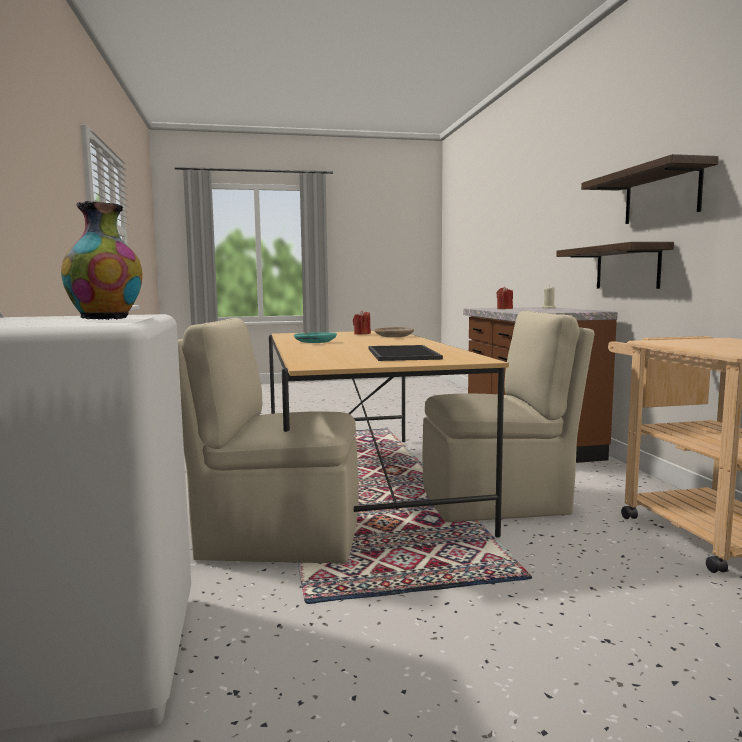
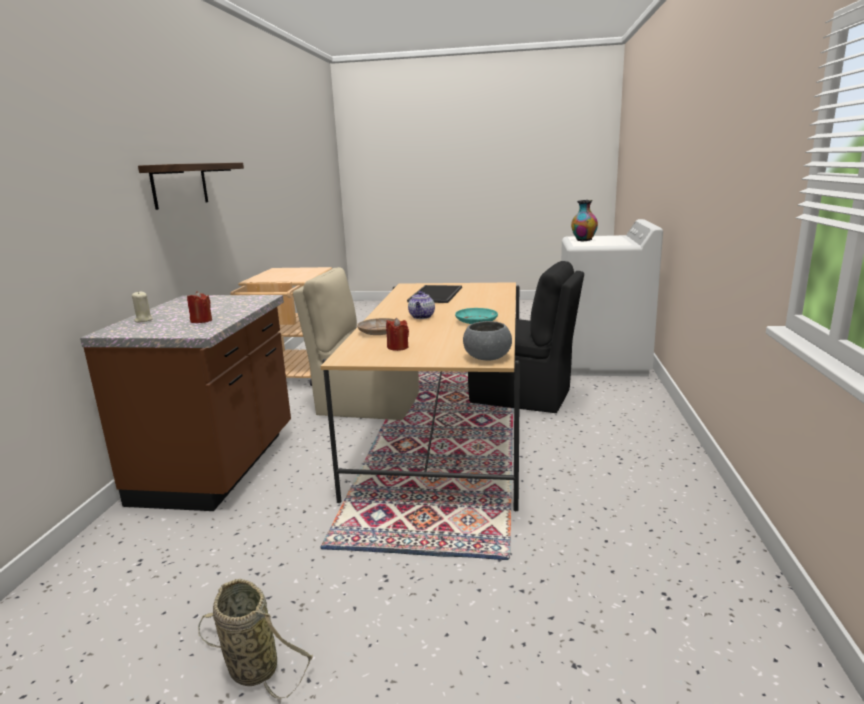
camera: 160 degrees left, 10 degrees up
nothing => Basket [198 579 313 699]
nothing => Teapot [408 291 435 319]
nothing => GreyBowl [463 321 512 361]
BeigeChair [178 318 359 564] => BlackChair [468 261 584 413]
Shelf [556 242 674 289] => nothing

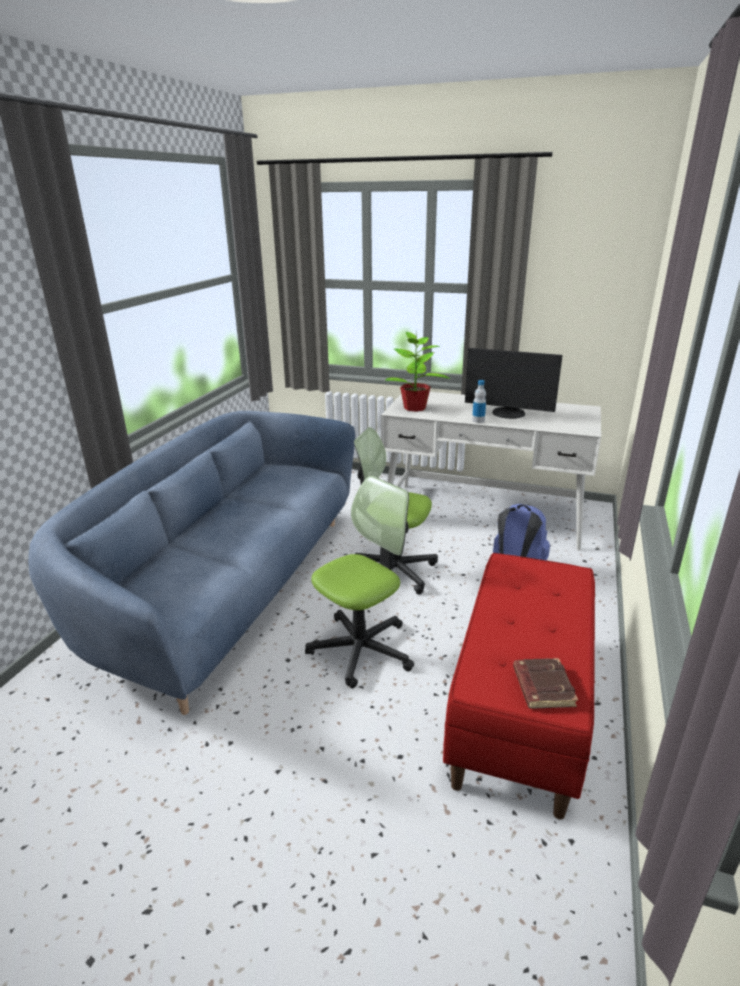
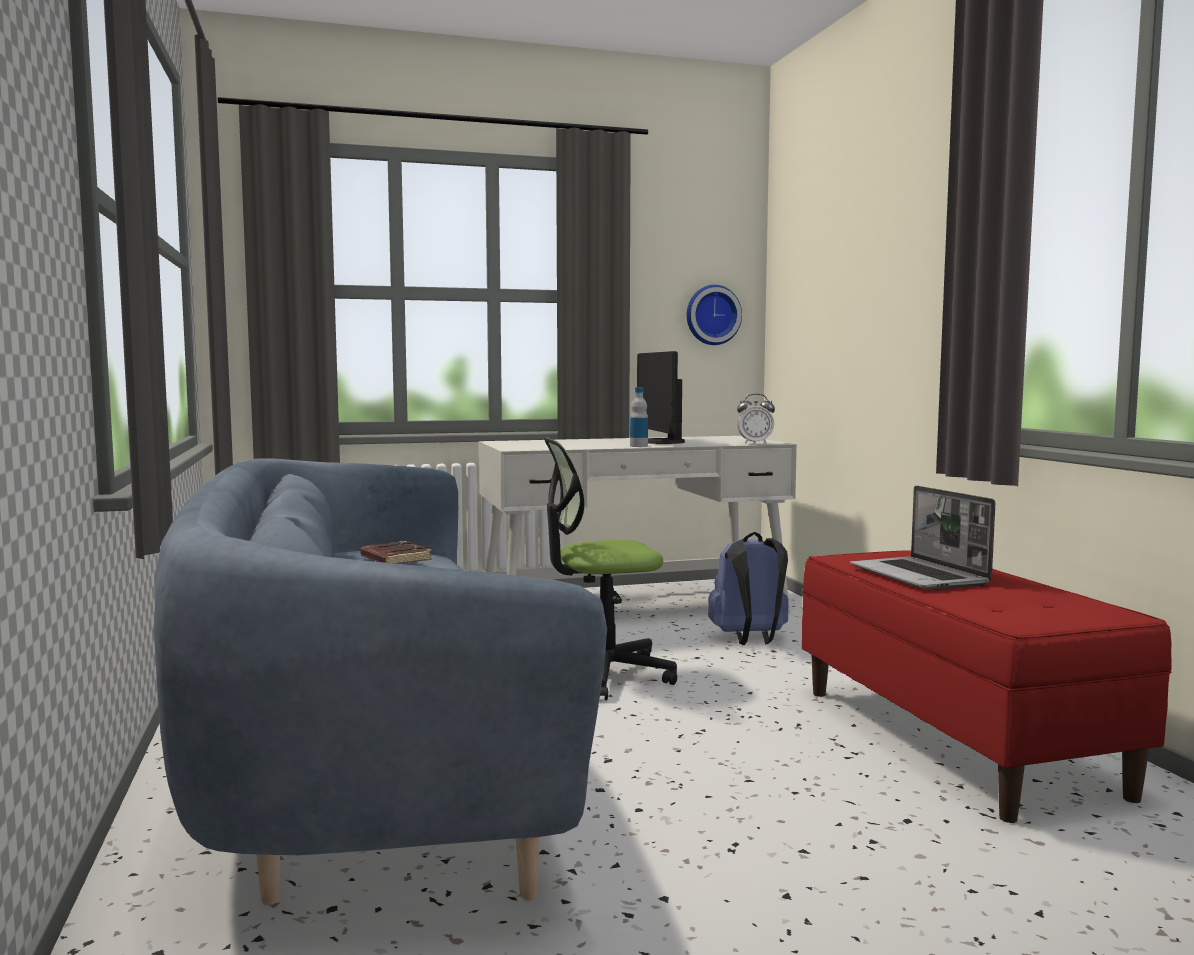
camera: 35 degrees left, 20 degrees down
BrownBook [513 658 578 709] => BrownBook [360 541 432 564], shifted
Monitor [465 348 563 419] => Monitor [637 351 685 444], 90 degrees clockwise
nothing => WallClock [687 285 742 345]
nothing => AlarmClock [737 394 775 444]
nothing => Laptop [850 486 995 590]
OfficeChair [305 476 414 689] => nothing
PottedPlant [385 331 450 412] => nothing

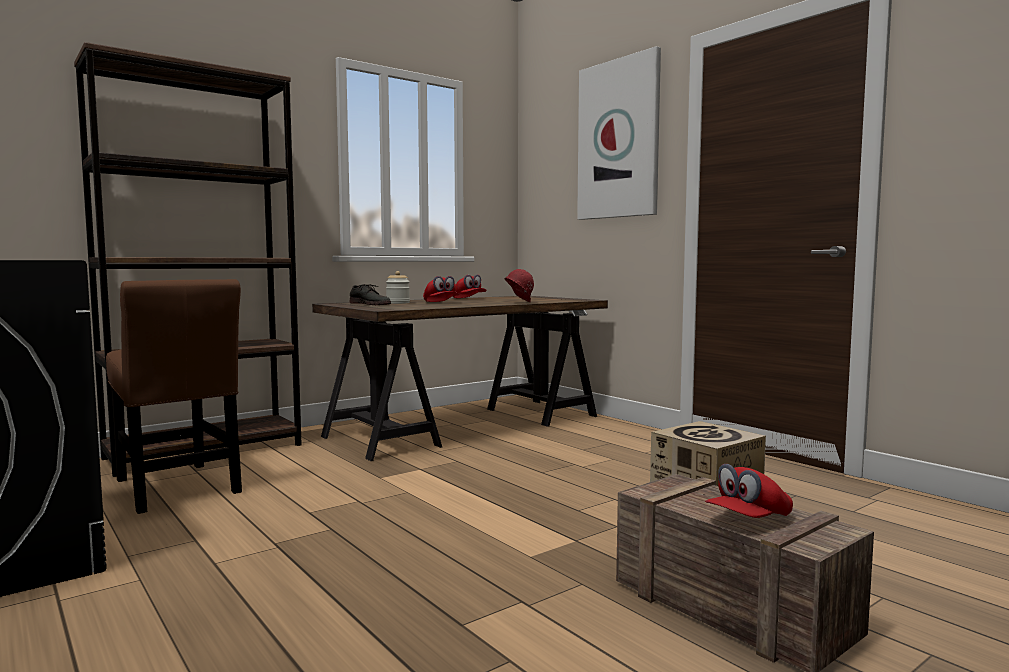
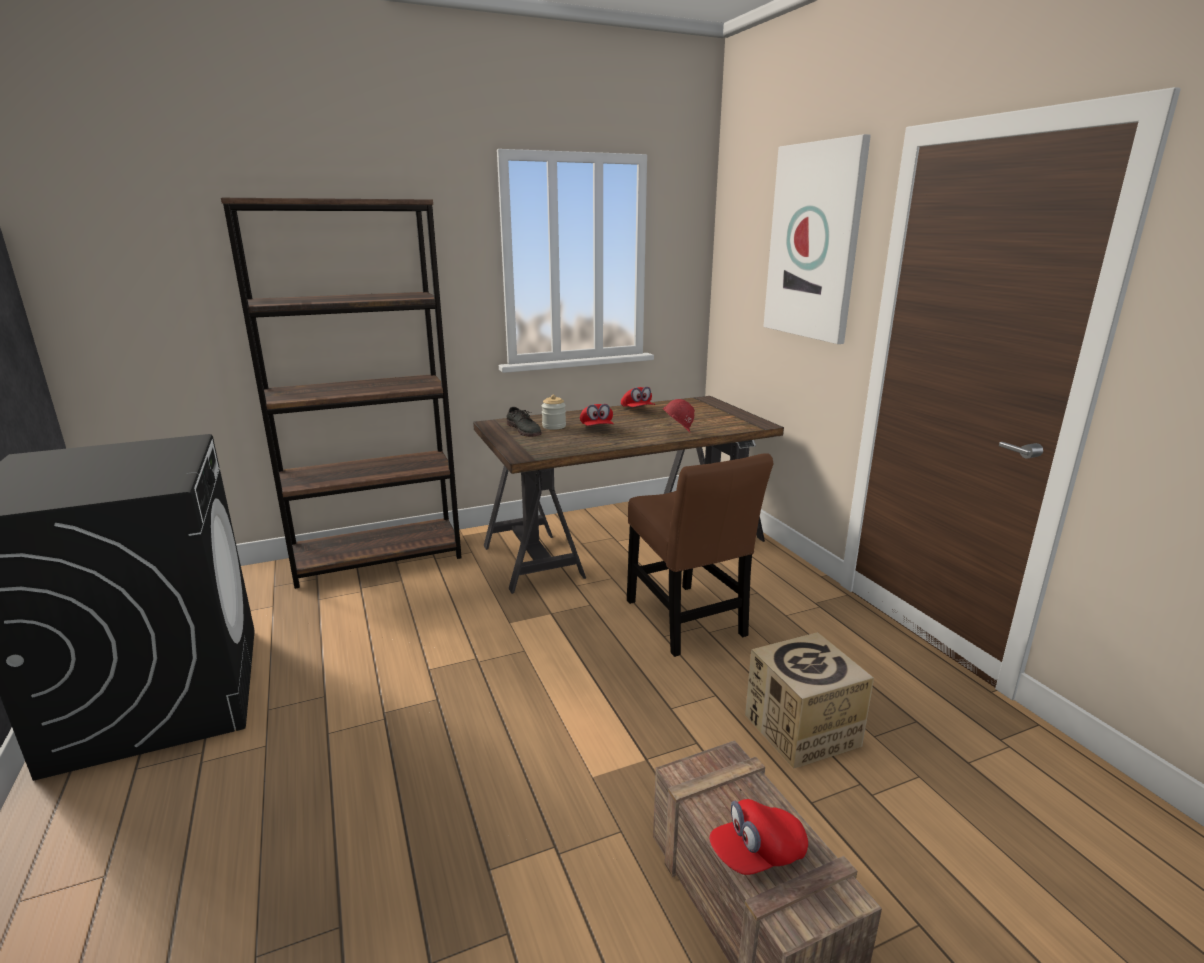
camera: 15 degrees right, 15 degrees up
BrownChair [106 279 242 514] => BrownChair [627 453 773 657], shifted

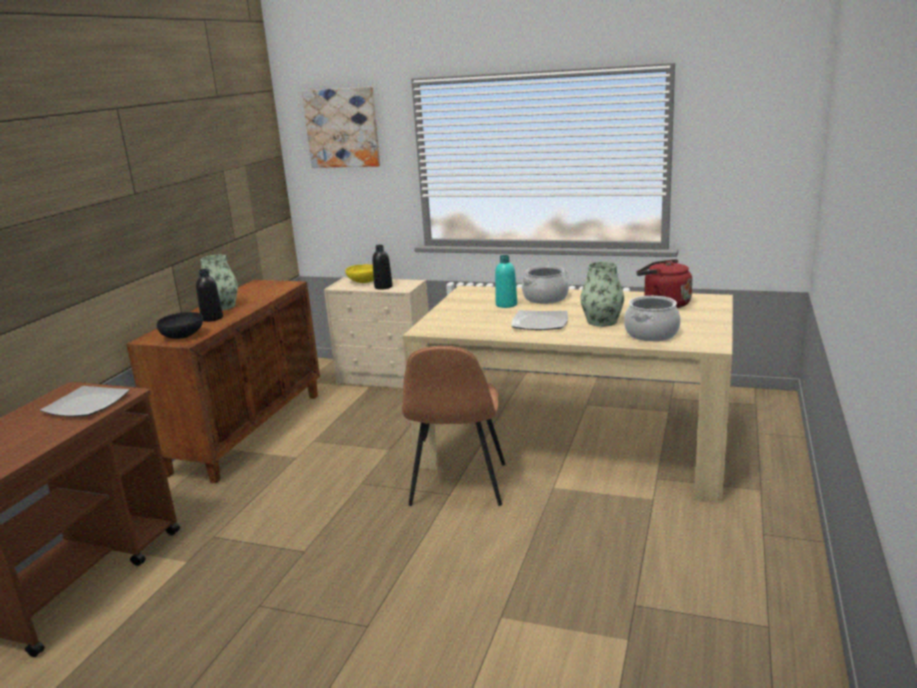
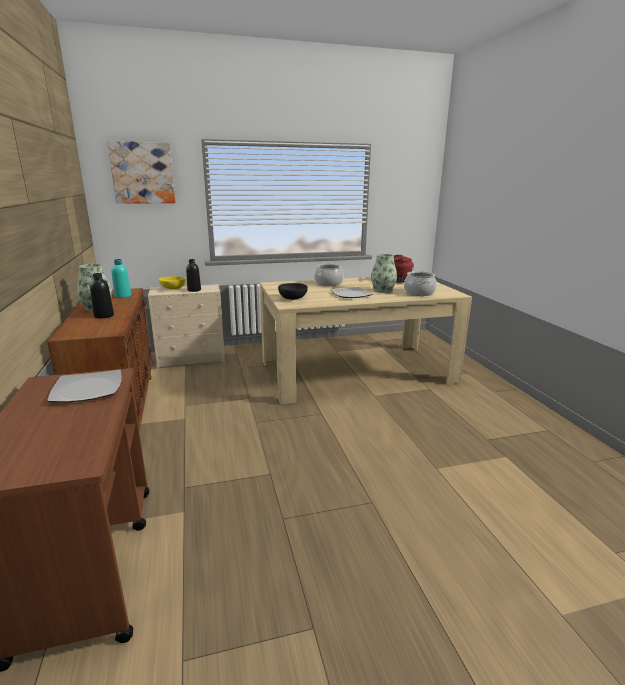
camera: 35 degrees left, 0 degrees up
TurquoiseBottle [495 255 517 308] => TurquoiseBottle [112 259 131 298], shifted
BlackBowl [157 312 203 339] => BlackBowl [278 283 308 300], shifted
BrownChair [402 346 505 506] => nothing

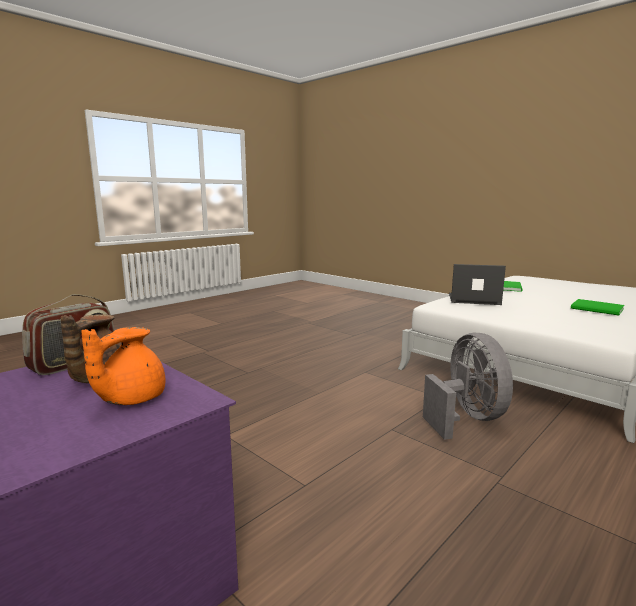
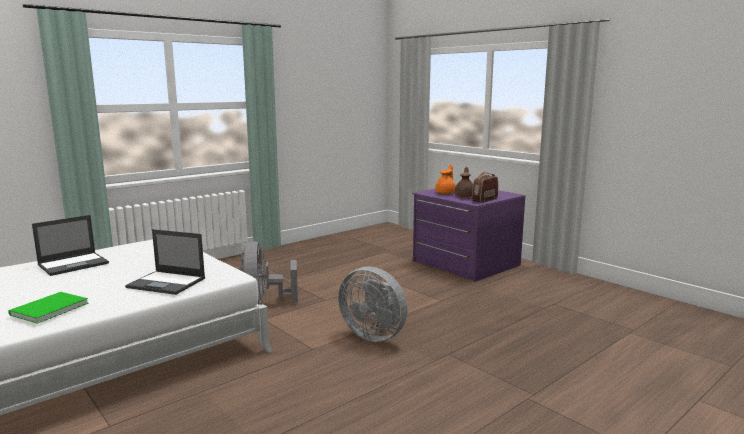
camera: 175 degrees left, 0 degrees up
GreenBook [571 299 625 315] => Laptop [32 215 109 276]
nothing => GreyFan [338 266 408 342]

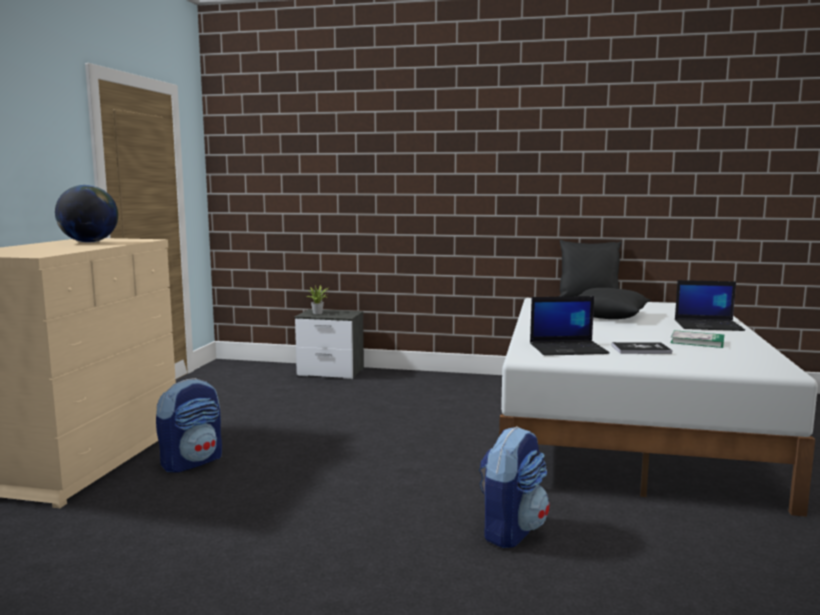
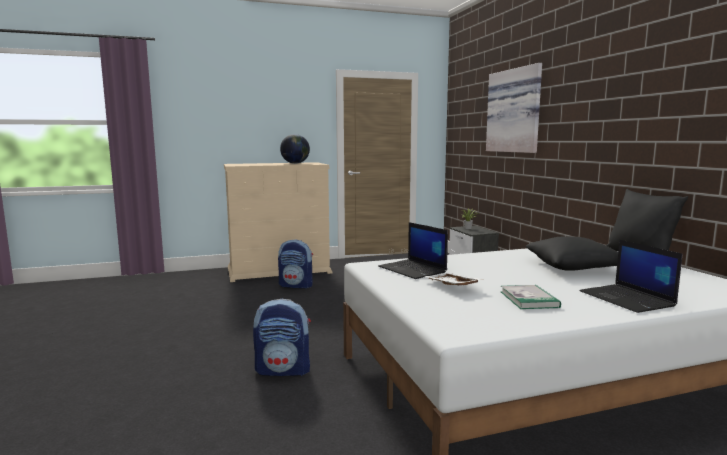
camera: 60 degrees right, 0 degrees up
Book [612 342 672 354] => WhiteTray [424 273 481 285]
nothing => Picture [486 63 542 153]

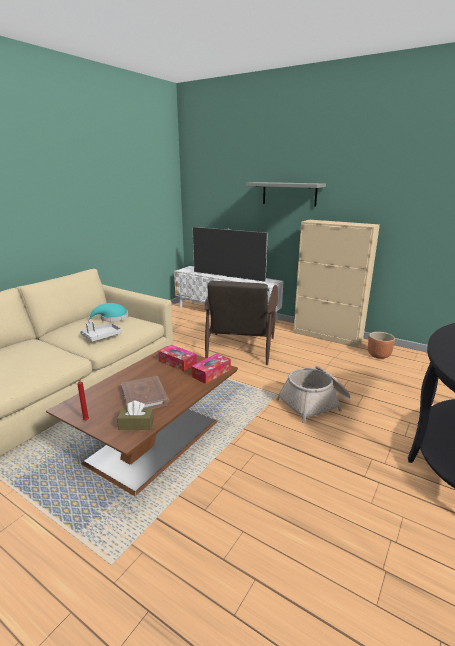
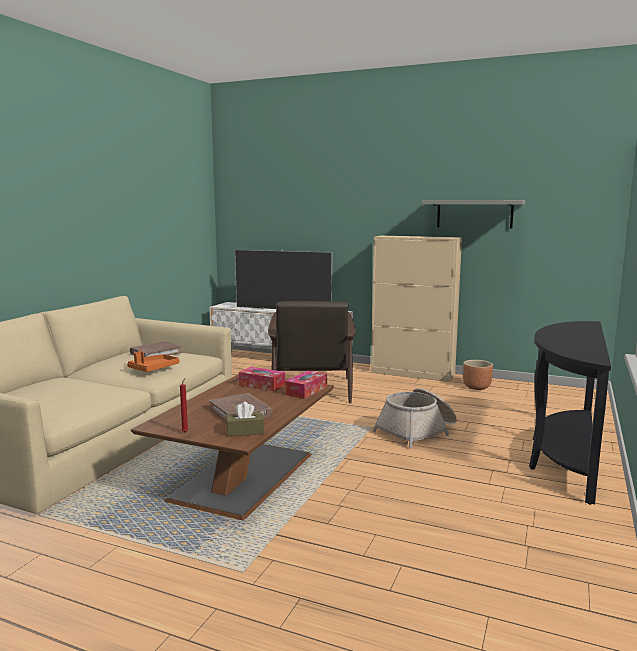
camera: 10 degrees left, 10 degrees down
GreyTray [80 321 122 342] => OrangeTray [127 351 179 372]
TurquoiseHat [88 303 128 322] => BrownBook [130 341 182 357]
GreyShelf [246 182 326 207] => GreyShelf [422 200 525 229], shifted

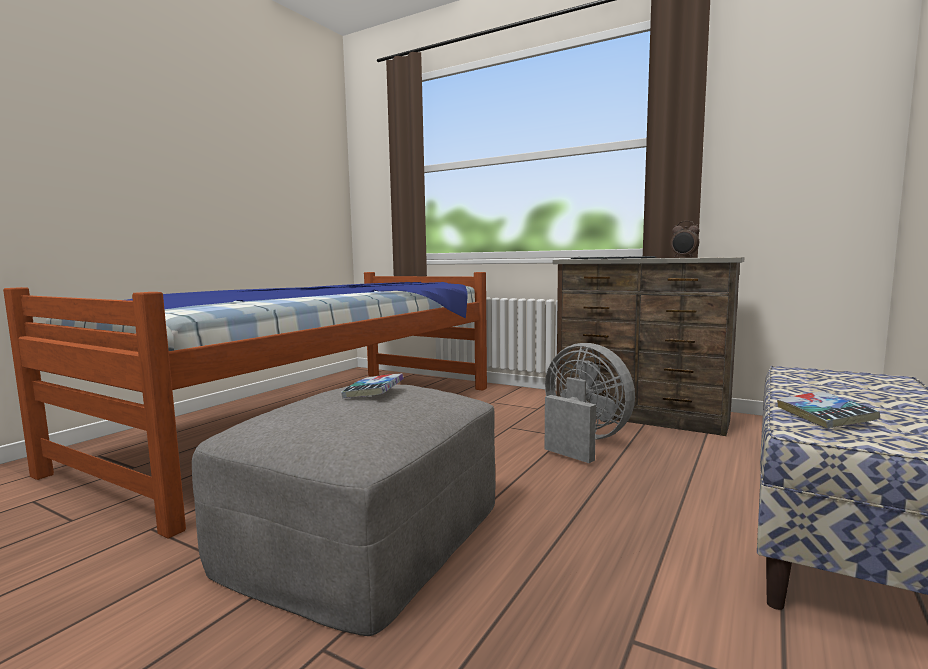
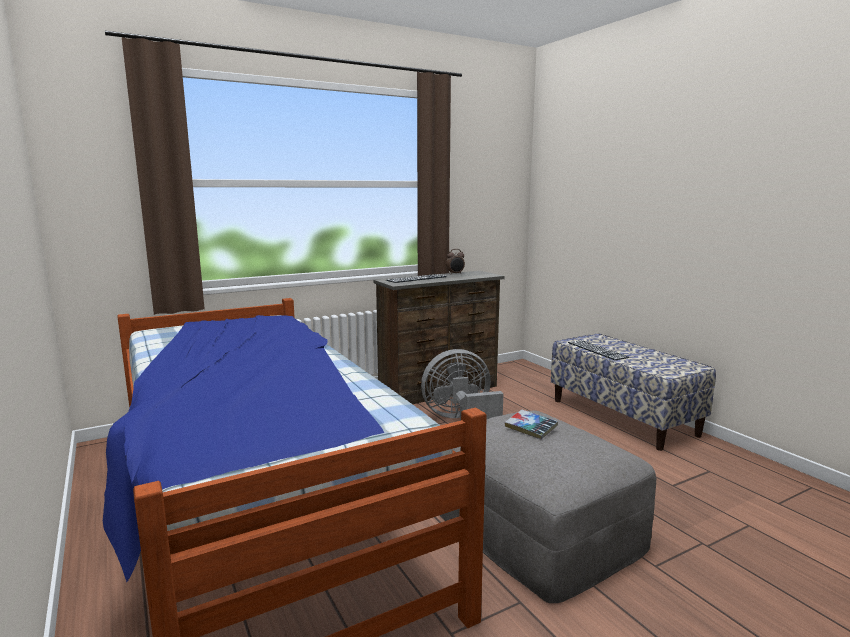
camera: 60 degrees left, 5 degrees up
nothing => Keyboard [568 340 629 360]
Book [777 391 880 429] => nothing

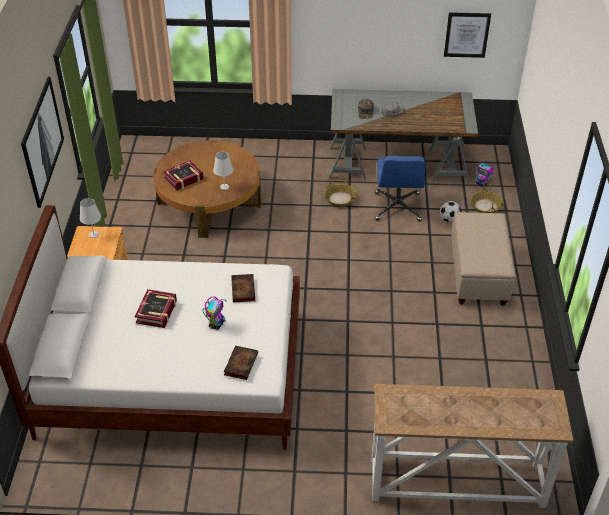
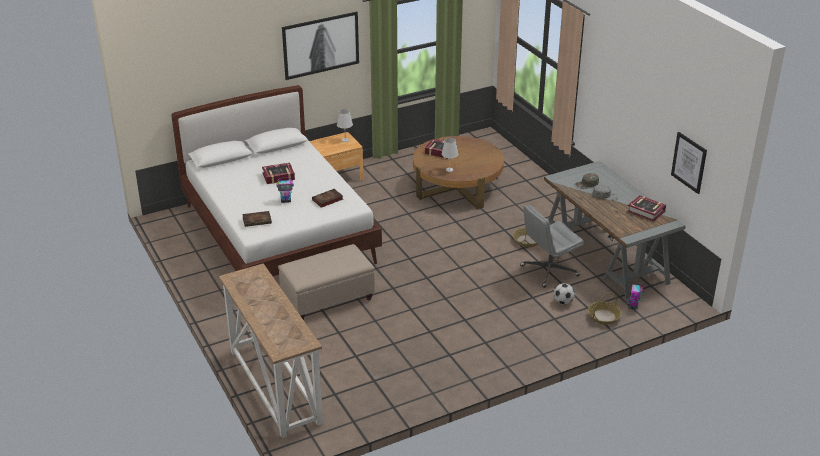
camera: 60 degrees right, 10 degrees down
BeigeOttoman [451 212 516 306] => BeigeOttoman [278 244 375 320], shifted
BlueOfficeChair [375 156 425 222] => GreyOfficeChair [520 204 584 288]
nothing => Book [627 195 666 222]

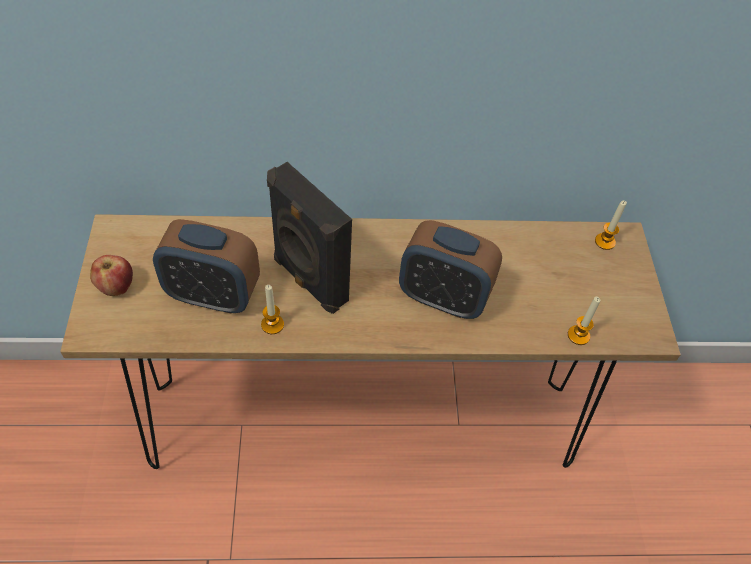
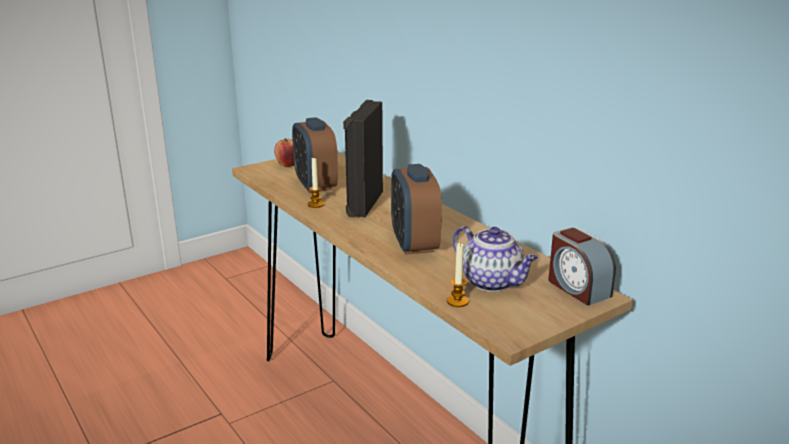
camera: 60 degrees right, 30 degrees down
nothing => Teapot [453 226 538 292]
Candle [595 201 627 250] => AlarmClock [549 228 616 306]

